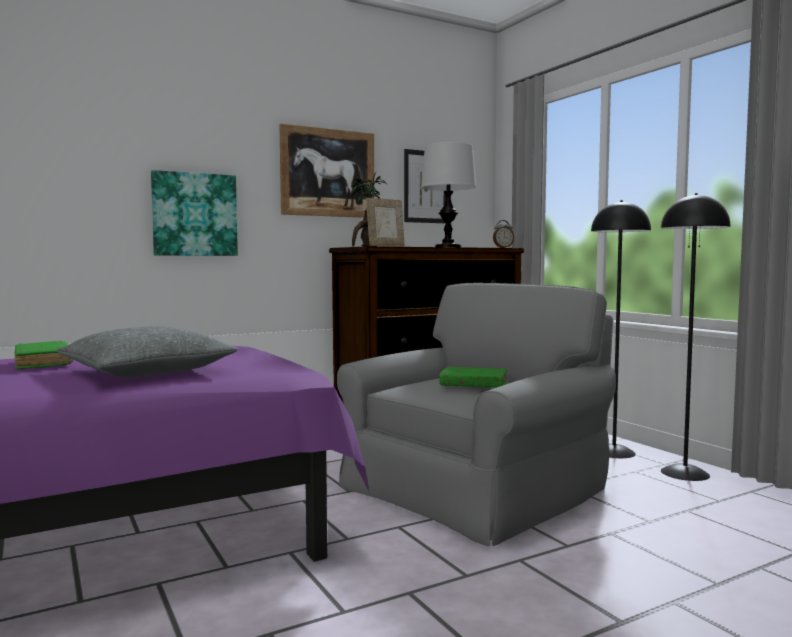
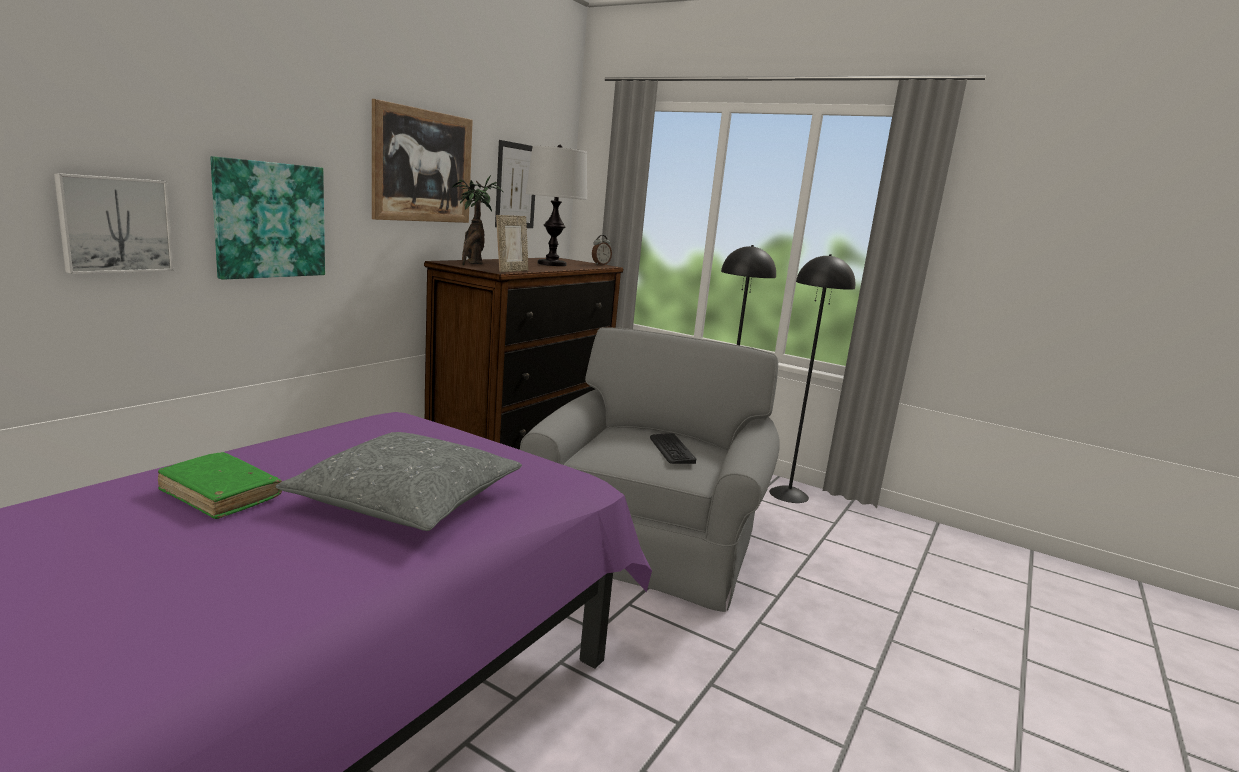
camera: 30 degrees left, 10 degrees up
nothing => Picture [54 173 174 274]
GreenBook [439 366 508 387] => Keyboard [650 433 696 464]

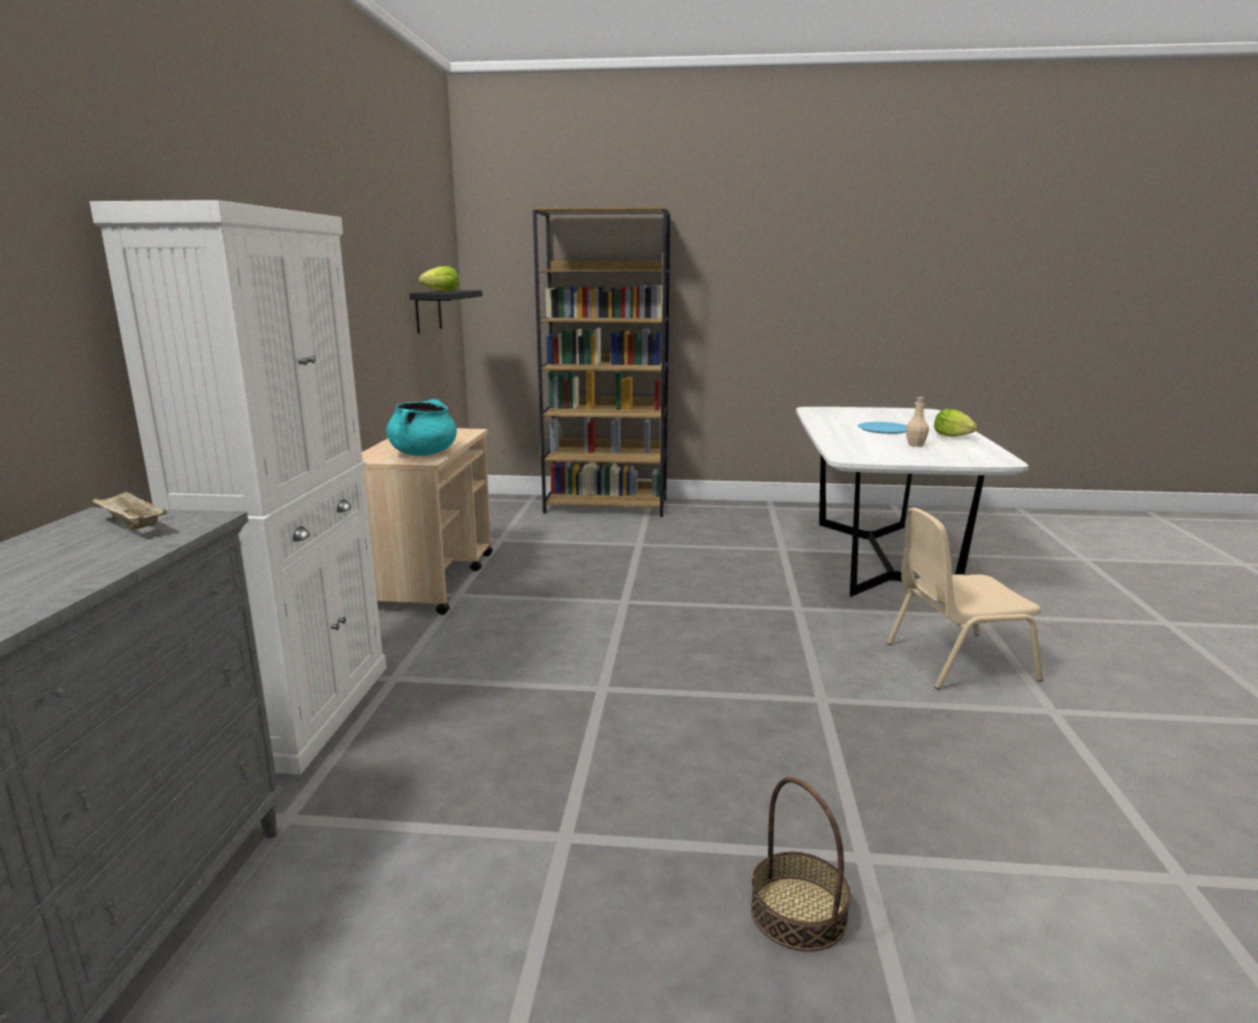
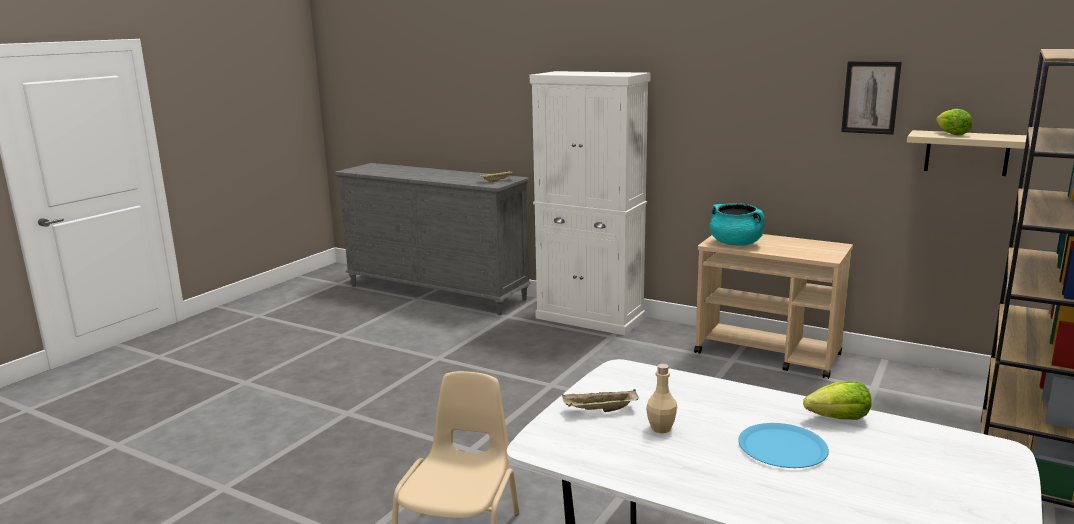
camera: 115 degrees right, 0 degrees up
nothing => BeigeTray [562 389 639 412]
Lettuce [934 409 977 437] => Lettuce [803 381 871 420], shifted
nothing => Picture [841 61 902 135]
BlackShelf [409 290 482 334] => BeigeShelf [907 130 1027 176]
Basket [751 777 851 952] => nothing

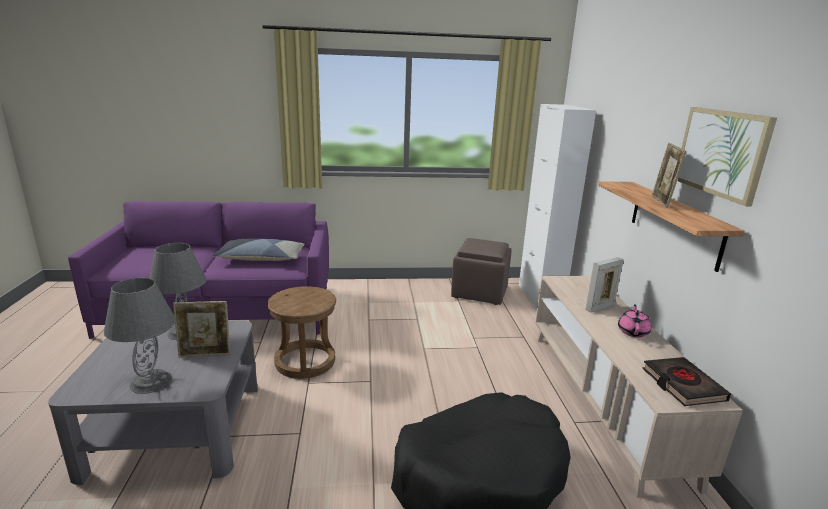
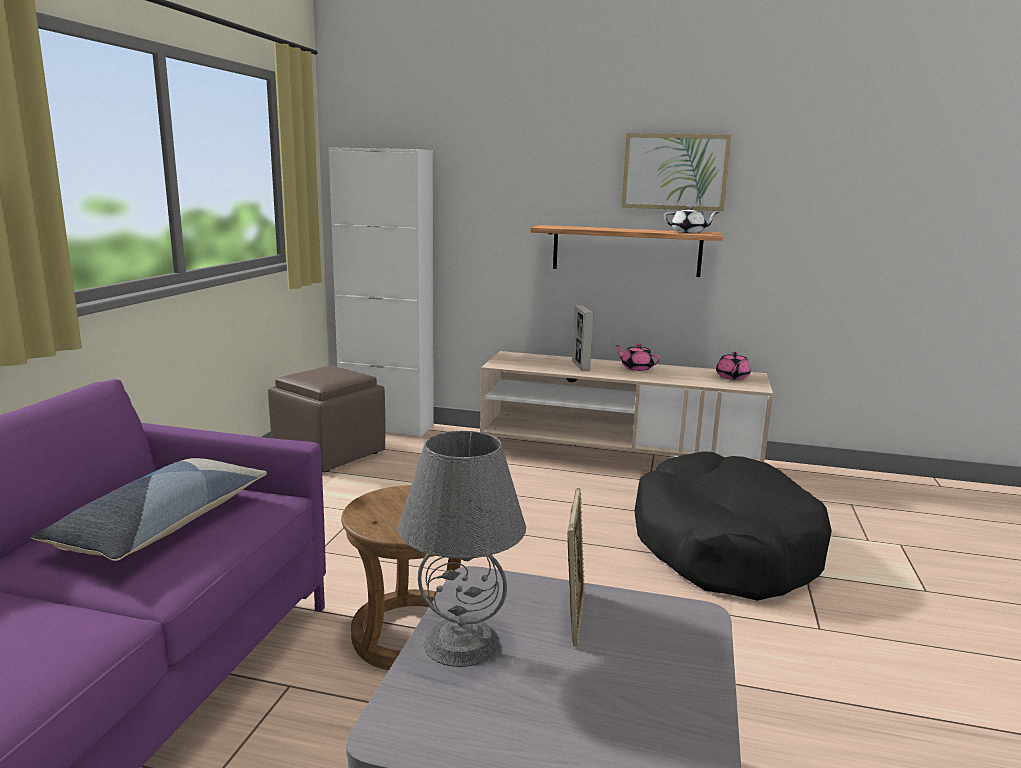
camera: 70 degrees left, 5 degrees down
nothing => WhiteTeapot [664 205 720 233]
BlackBook [642 357 731 406] => PinkTeapot [716 352 751 380]
GreyTableLamp [104 278 176 394] => nothing
PictureFrame [652 143 687 208] => nothing

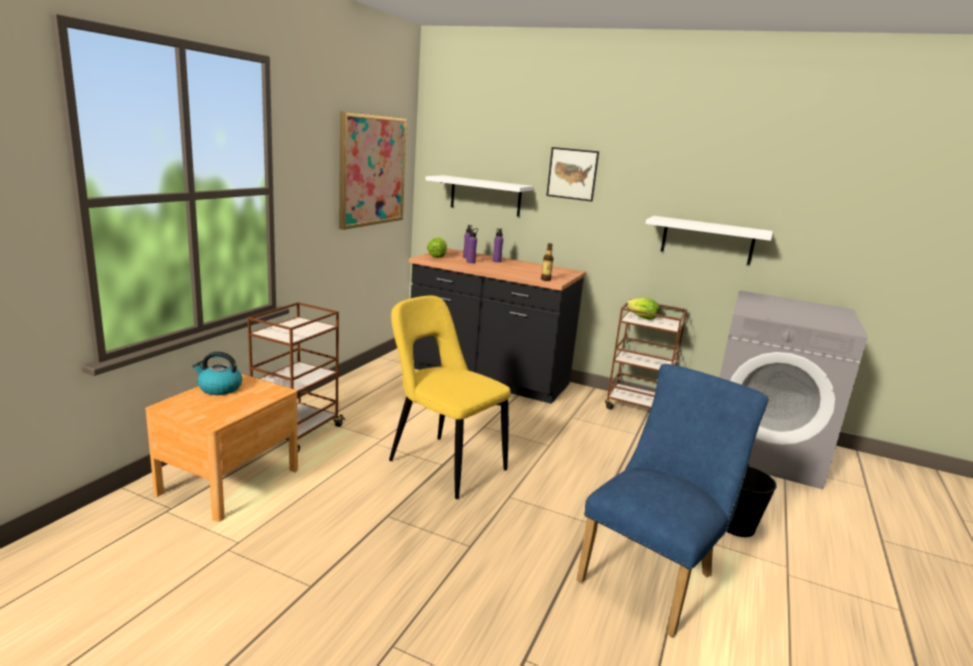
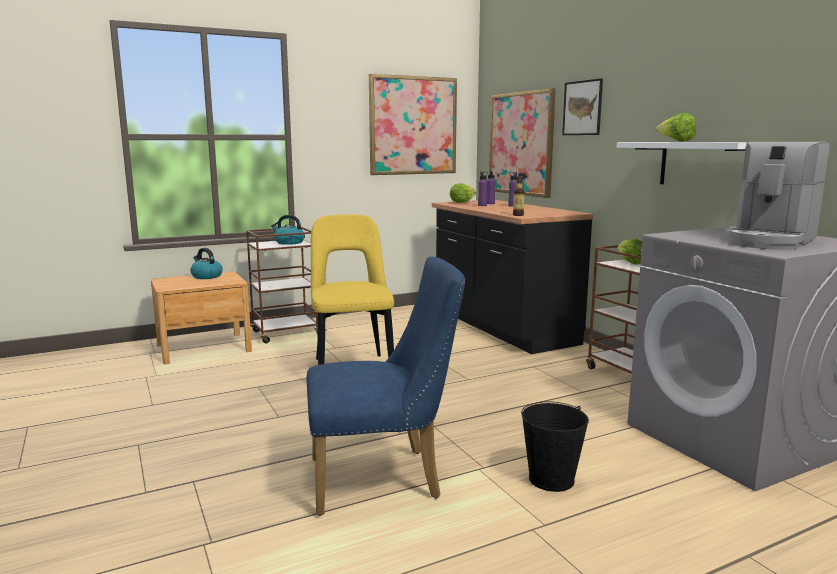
camera: 40 degrees right, 5 degrees down
nothing => Kettle [271 215 304 245]
WhiteShelf [425 175 534 217] => Picture [489 88 556 198]
nothing => Lettuce [656 113 696 142]
nothing => CoffeeMachine [726 142 830 250]

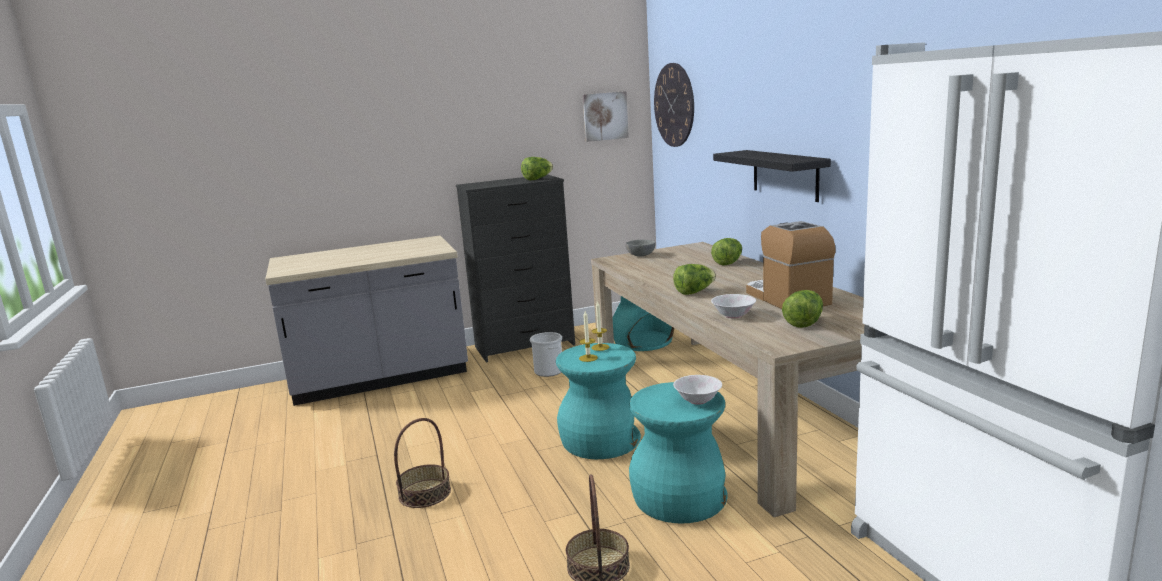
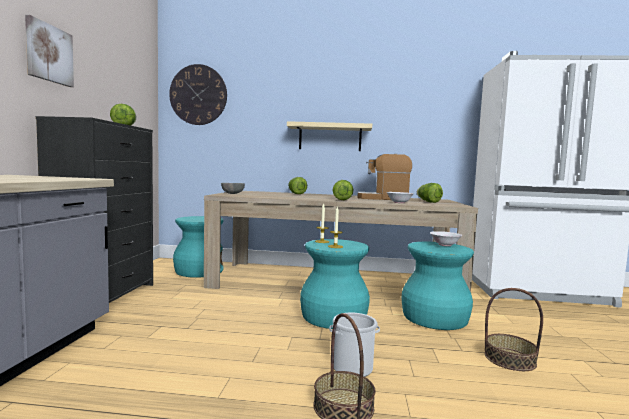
camera: 65 degrees left, 10 degrees down
Picture [582 91 629 142] => Picture [25 15 74 87], shifted
BlackShelf [713 150 831 202] => BeigeShelf [287 121 372 151]
Bucket [530 332 562 377] => Bucket [329 312 380 377], shifted

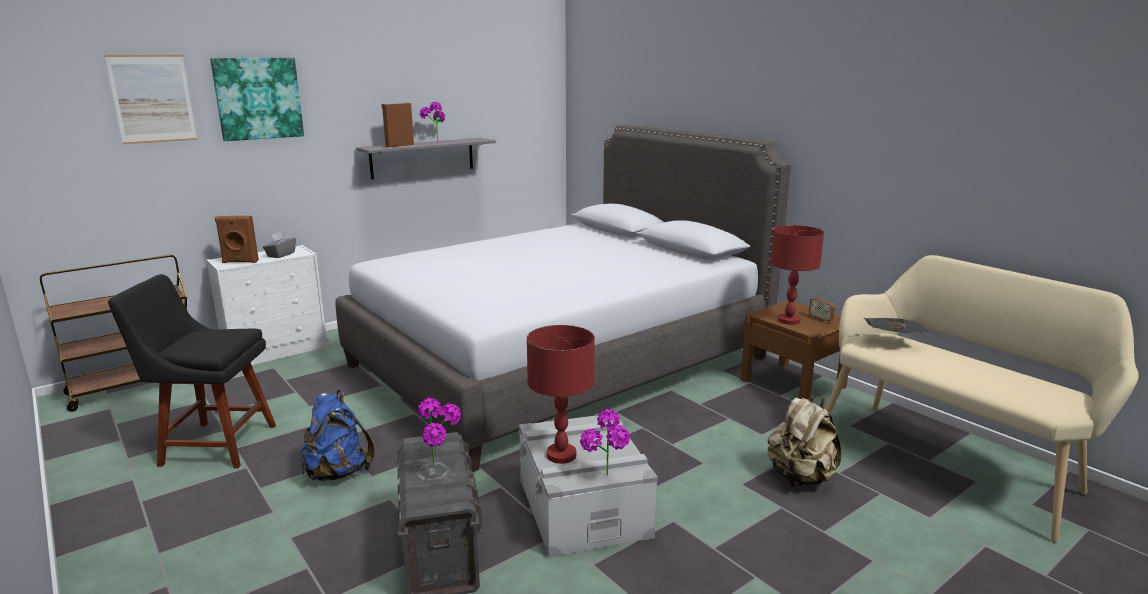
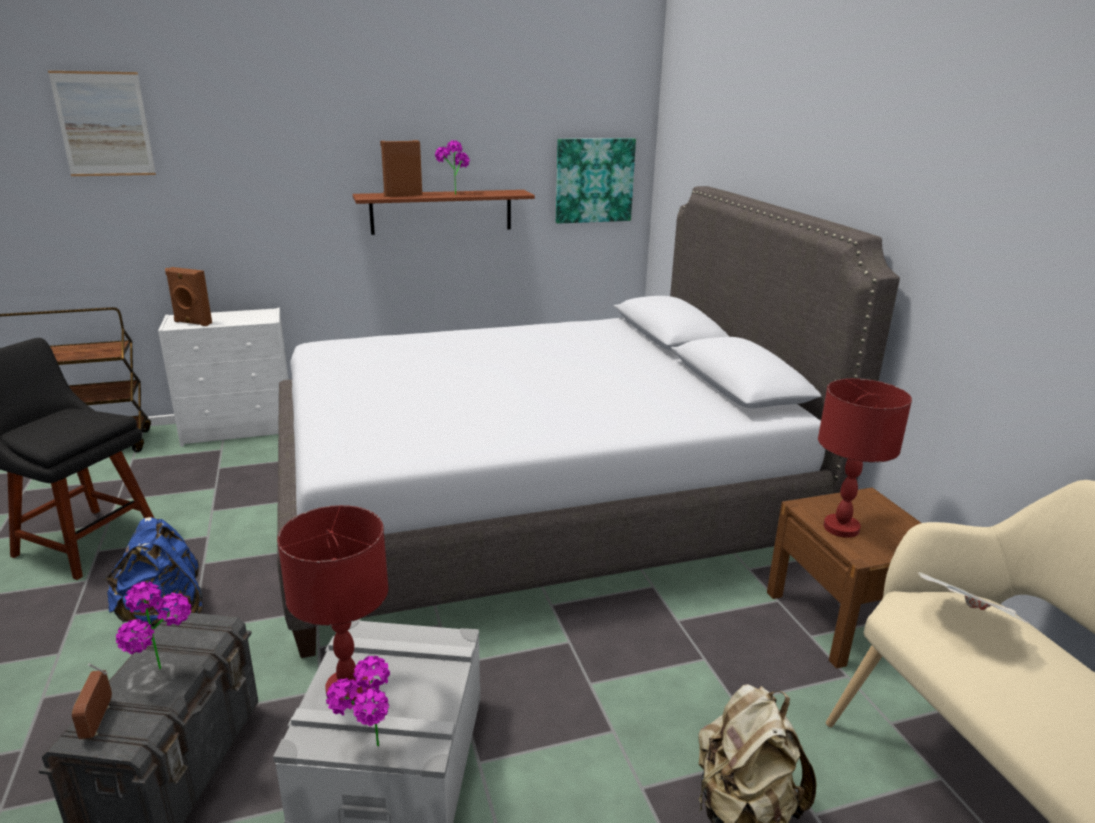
camera: 20 degrees right, 5 degrees up
Radio [809 288 835 322] => Radio [72 664 112 739], shifted
GreyShelf [356 138 496 179] => BrownShelf [353 190 535 235]
Picture [210 58 304 141] => Picture [556 138 636 224], shifted
GreyTissueBox [263 232 296 258] => nothing

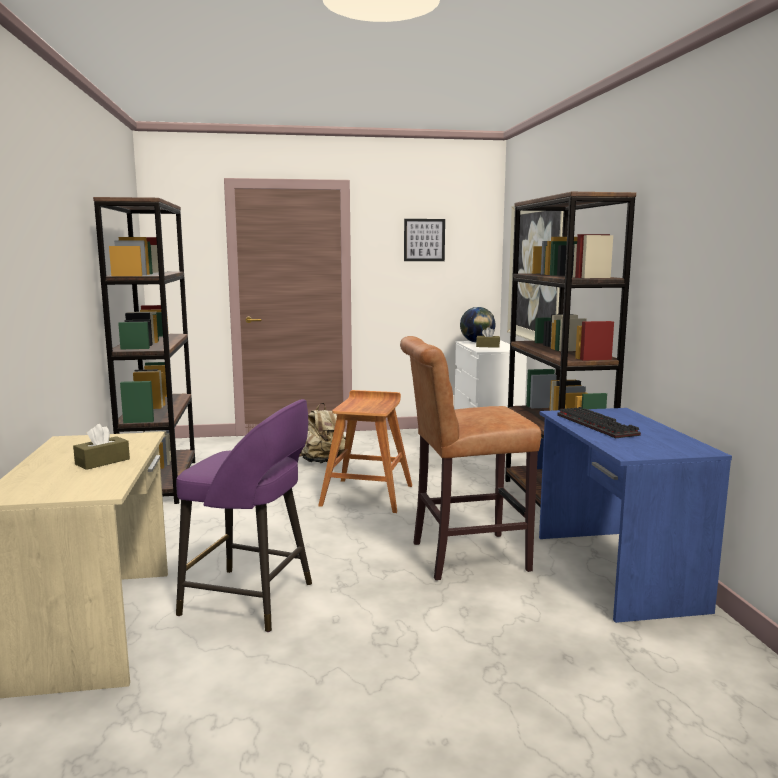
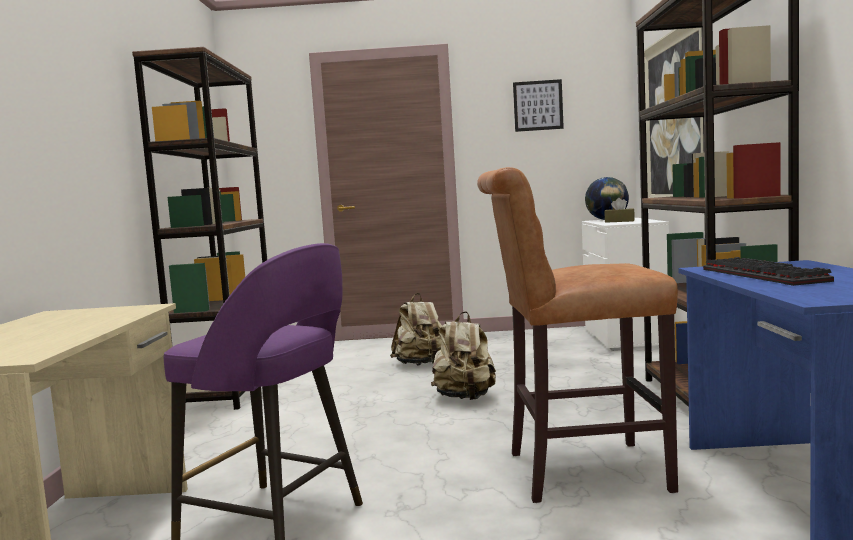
camera: 10 degrees right, 5 degrees down
BrownStool [318 390 412 513] => BeigeBackpack [431 311 496 400]
BrownTissueBox [73 424 130 470] => nothing

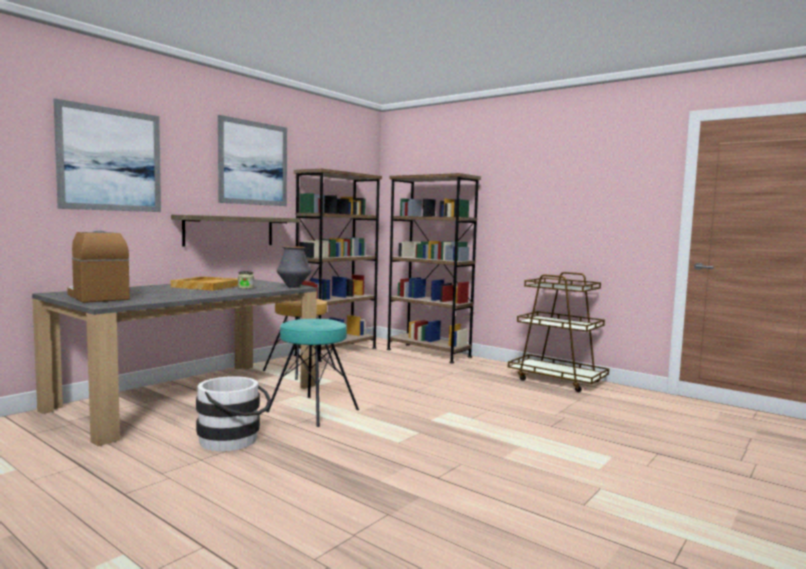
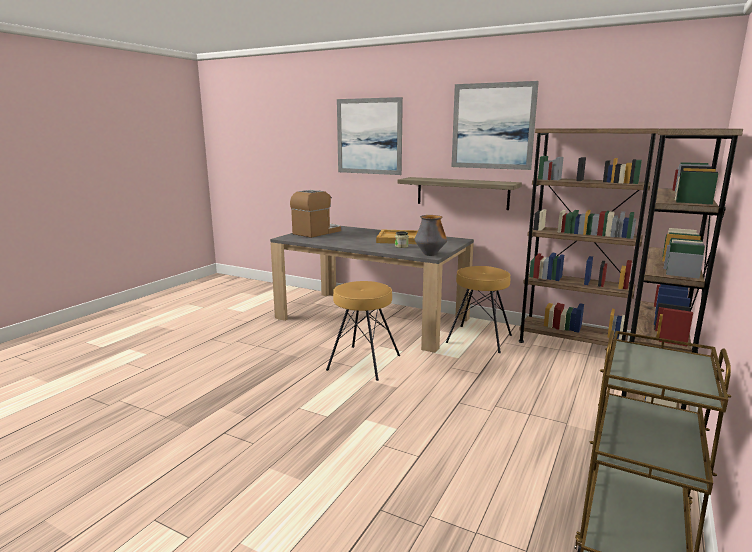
camera: 80 degrees right, 10 degrees up
TurquoiseStool [266 319 359 427] => BrownStool [326 281 400 381]
WhiteBucket [196 376 271 451] => nothing

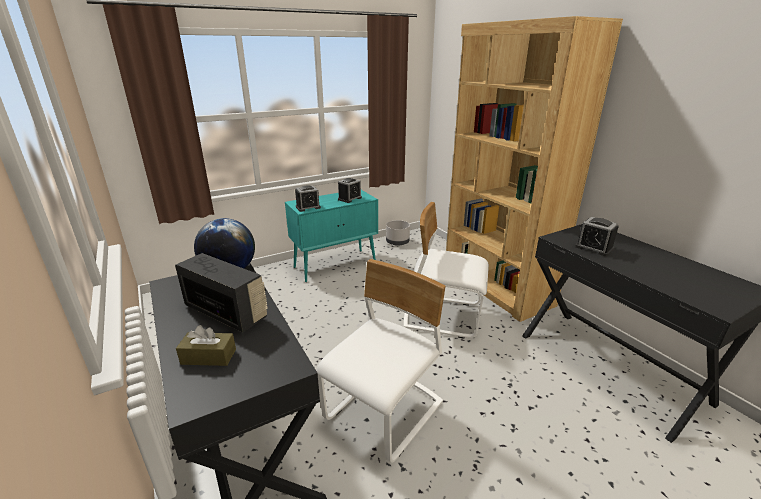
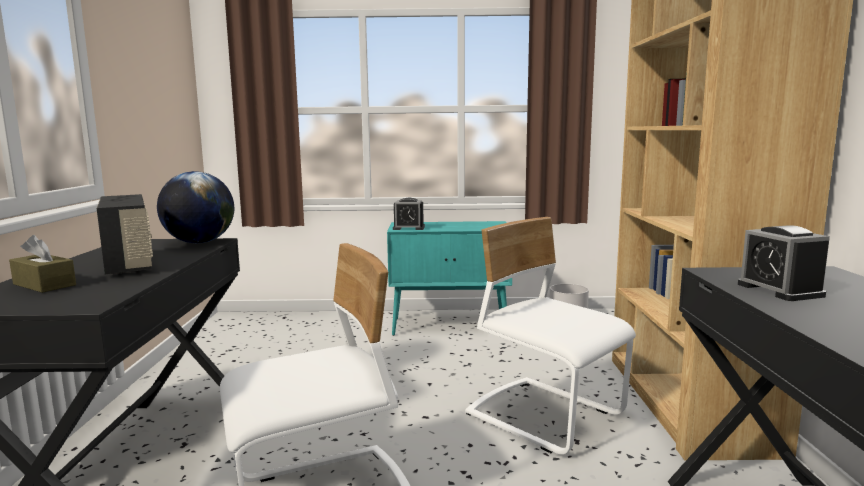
camera: 30 degrees right, 15 degrees down
AlarmClock [338 178 362 203] => nothing

